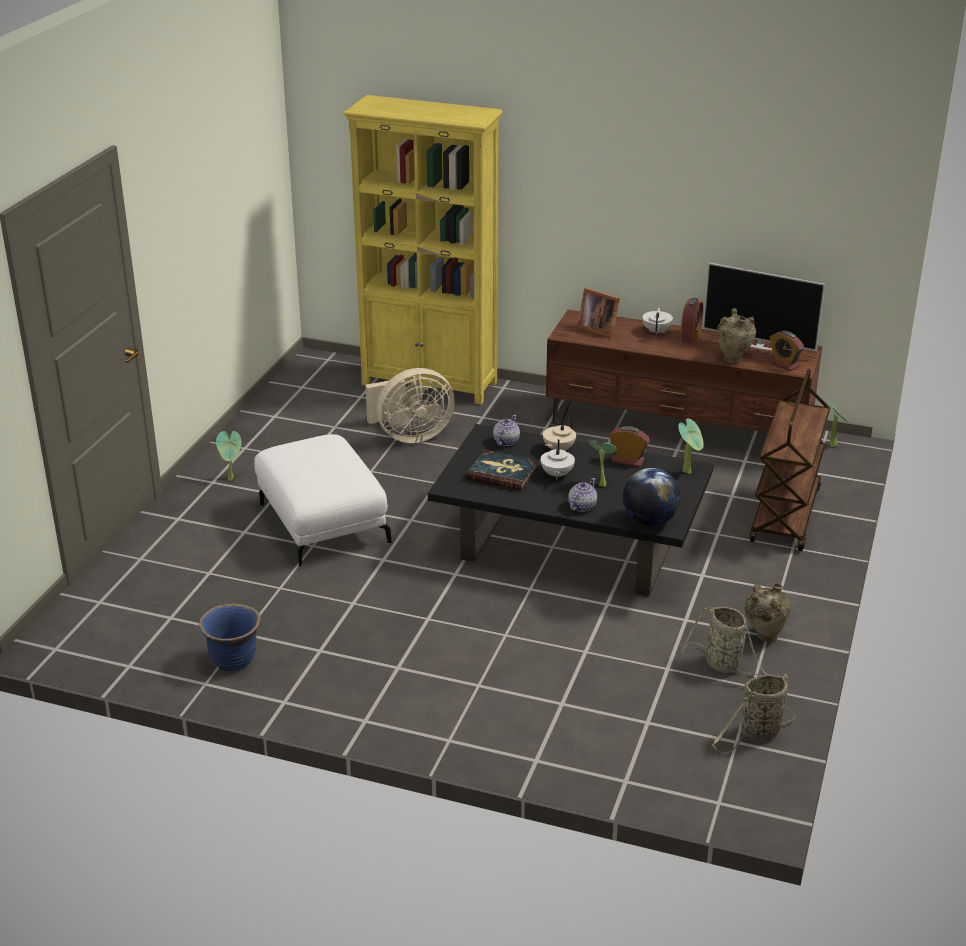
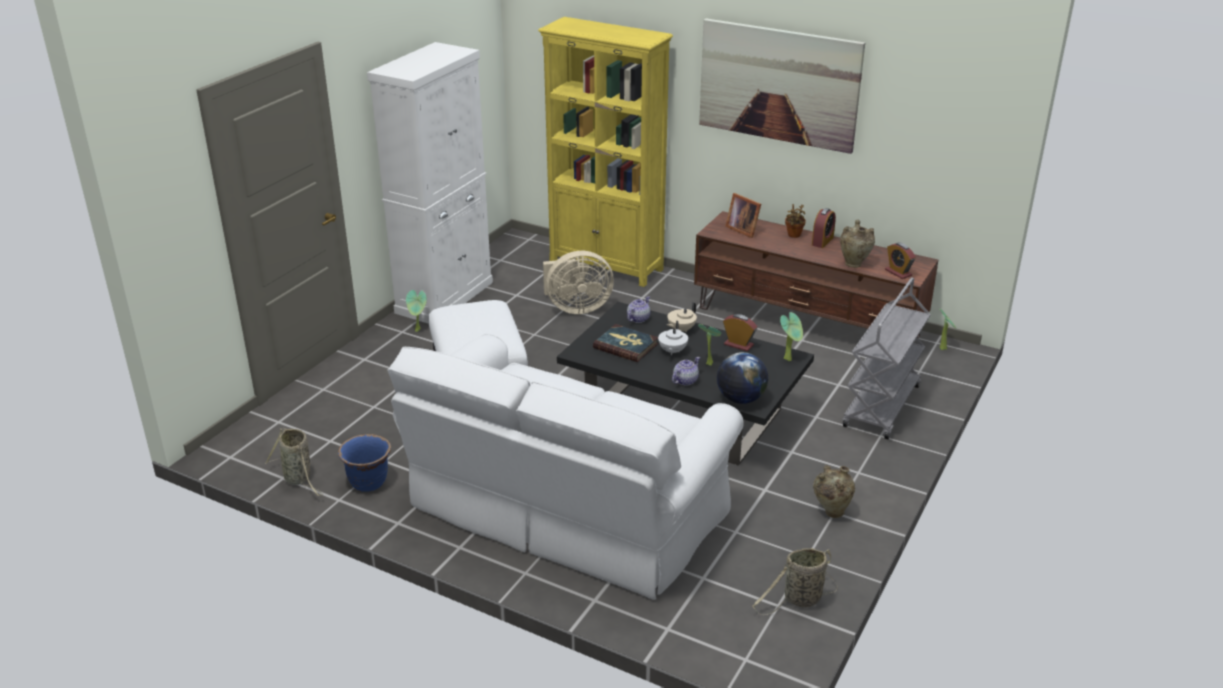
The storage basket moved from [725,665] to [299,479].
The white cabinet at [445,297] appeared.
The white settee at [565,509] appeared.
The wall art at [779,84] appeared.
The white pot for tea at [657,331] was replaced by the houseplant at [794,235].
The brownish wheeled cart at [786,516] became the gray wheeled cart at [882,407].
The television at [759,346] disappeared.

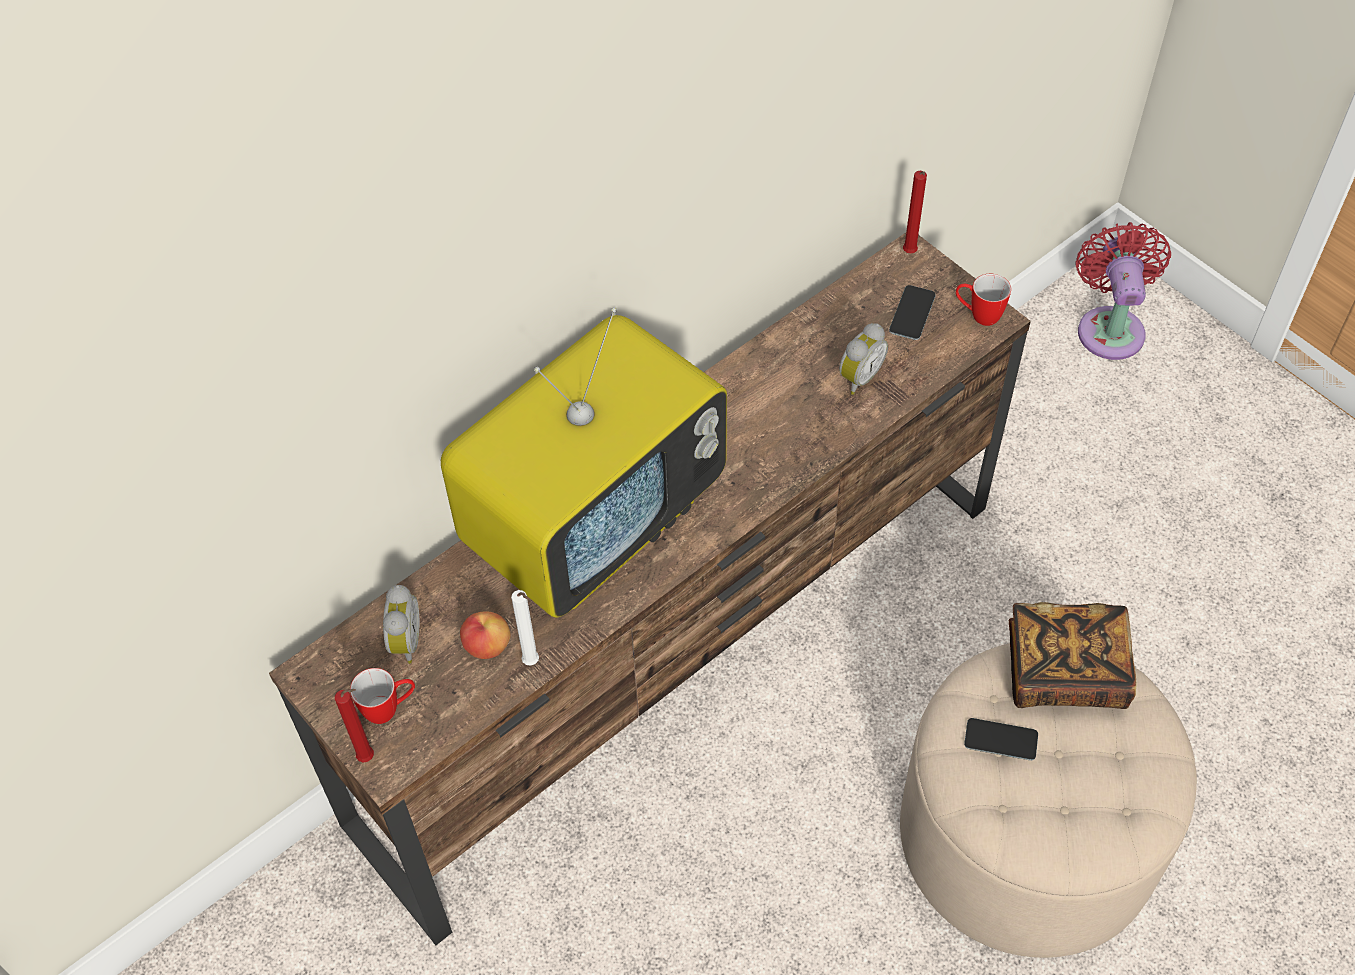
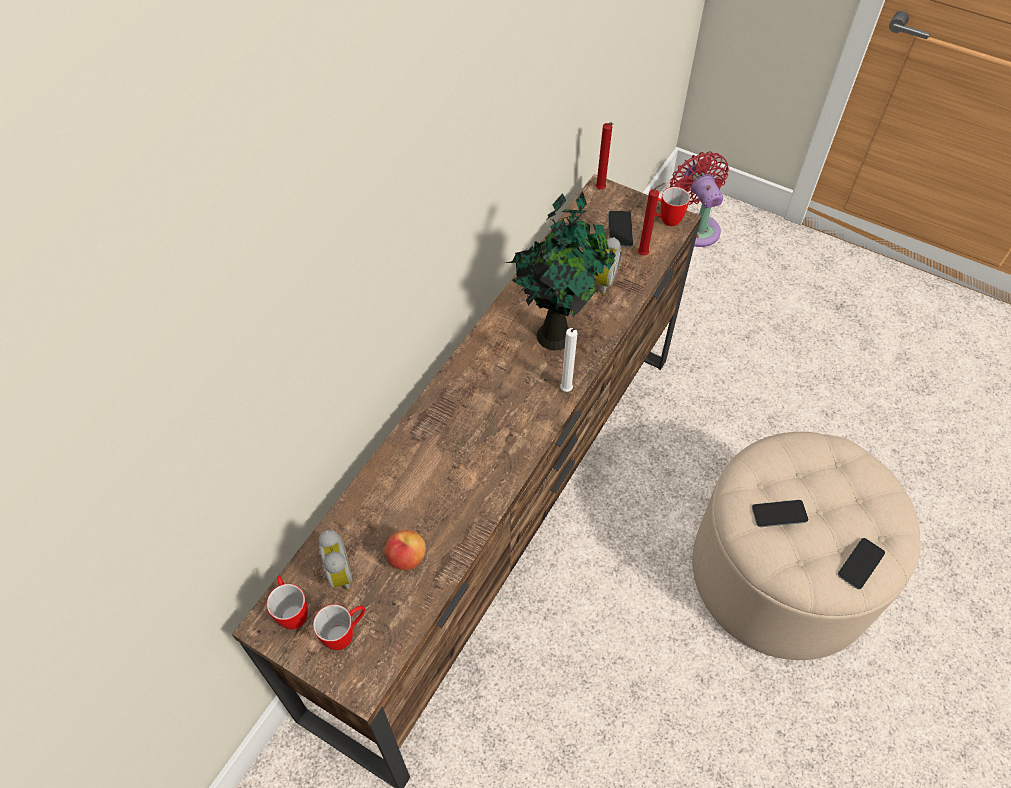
The tea mug at [292,611] appeared.
The houseplant at [556,333] appeared.
The white candle moved from [532,663] to [568,390].
The reddish candle moved from [369,758] to [644,254].
The phone at [861,563] appeared.
The television at [594,521] disappeared.
The book at [1065,671] disappeared.

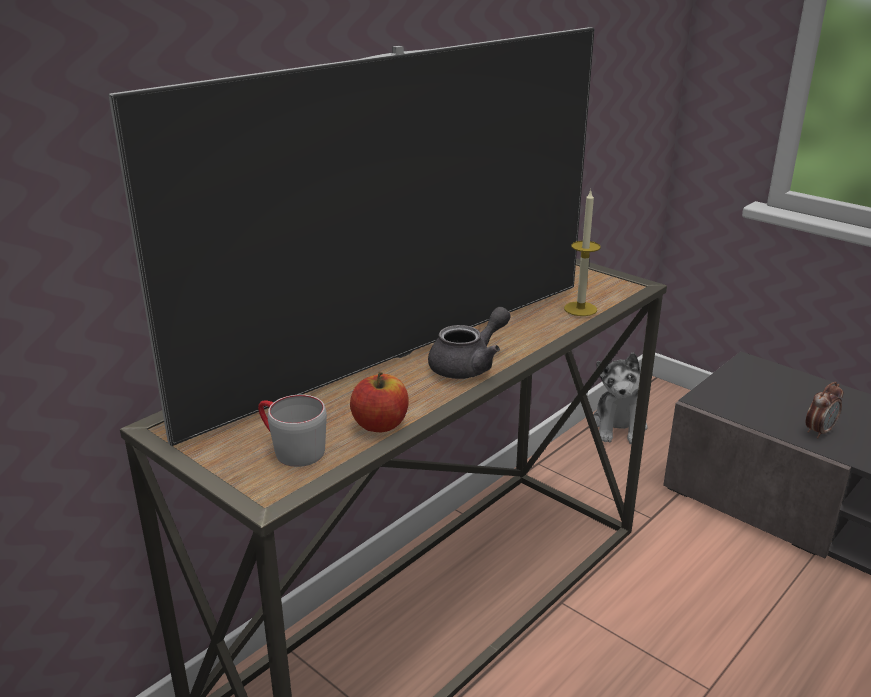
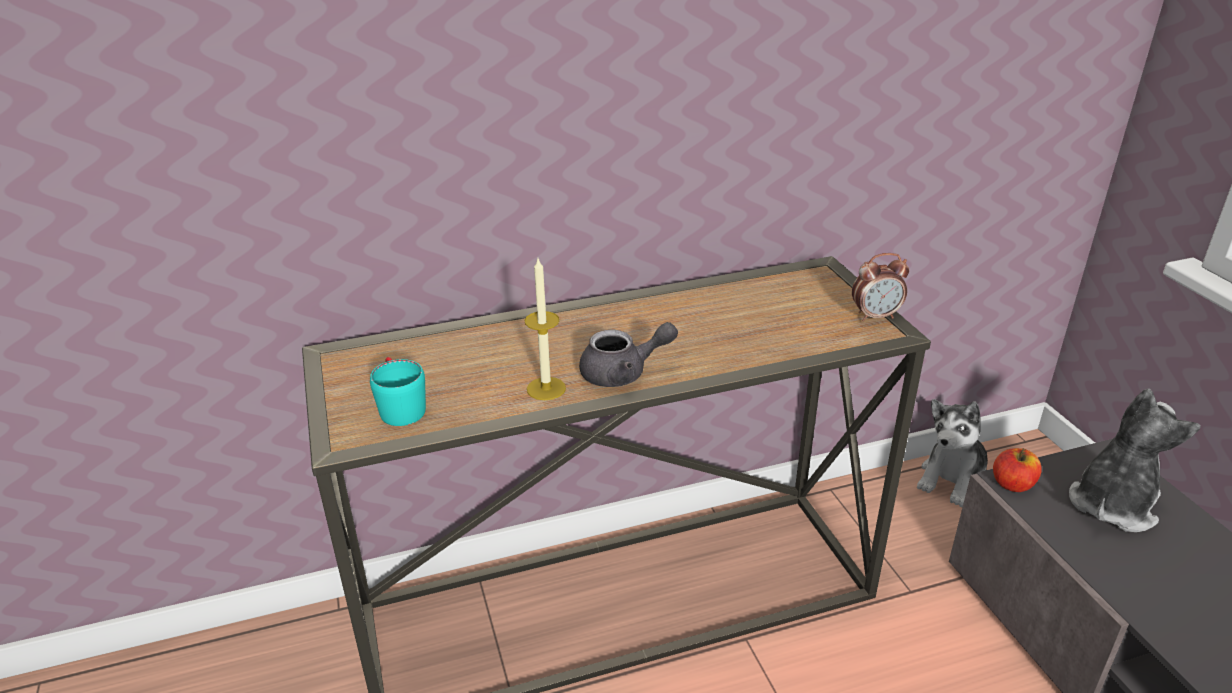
The gray tea mug at [290,449] became the blue-green tea mug at [399,406].
The candle moved from [580,309] to [546,388].
The bedside clock moved from [819,431] to [875,316].
The whole apple moved from [380,424] to [1012,484].
The soft toy at [1112,504] appeared.
The television at [401,354] disappeared.

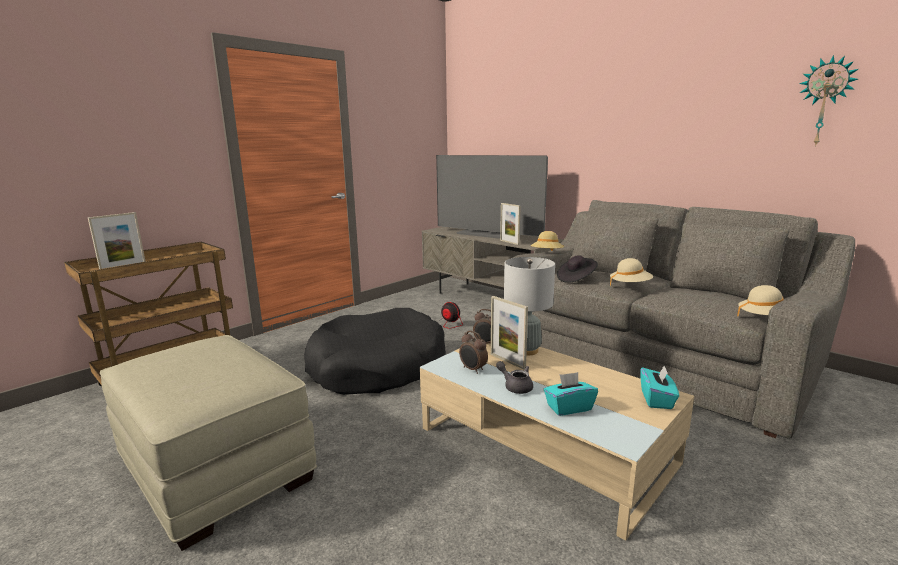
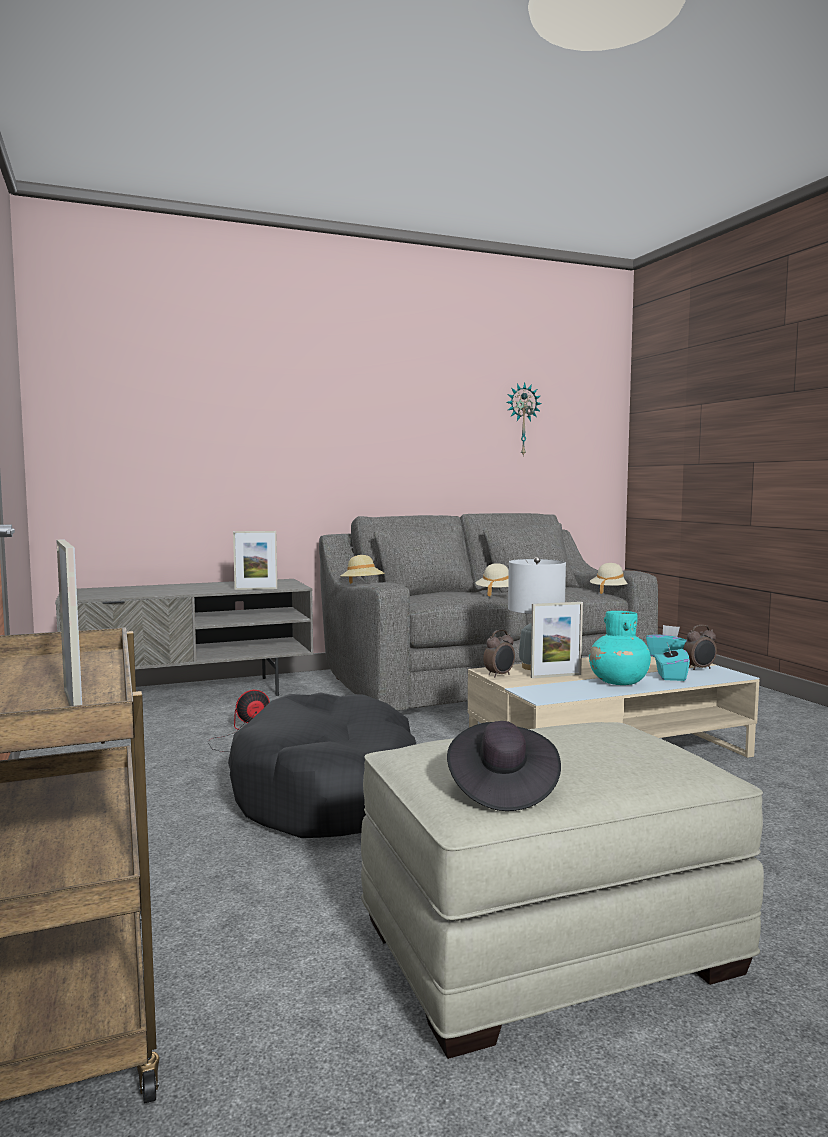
The black clothing hat moved from [576,279] to [501,789].
The gray pot for tea at [515,386] was replaced by the blue-green decorative vase at [618,682].
The bedside clock moved from [473,369] to [700,668].
The television at [489,234] disappeared.

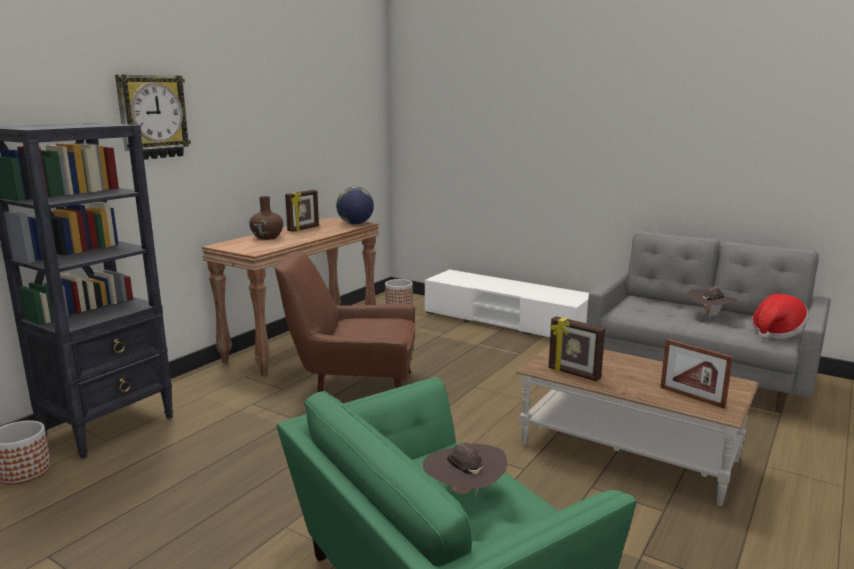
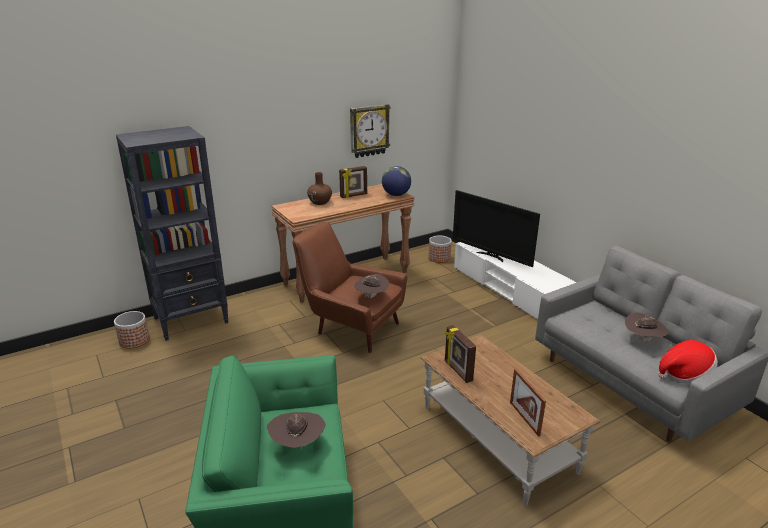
The hanging clock moved from [152,117] to [369,130].
The brownish clothing hat at [371,297] appeared.
The television at [491,256] appeared.

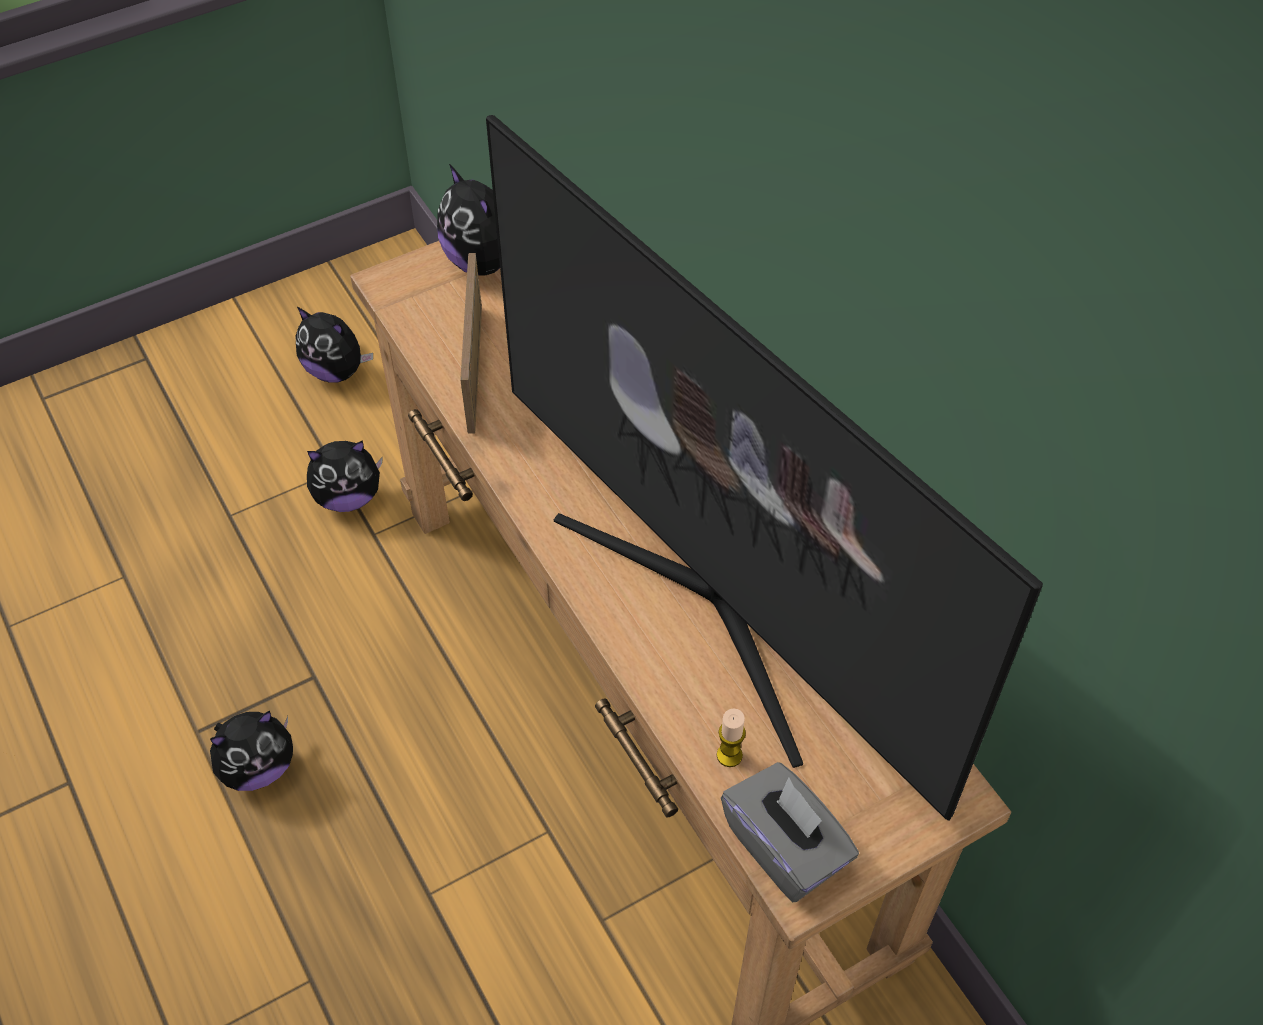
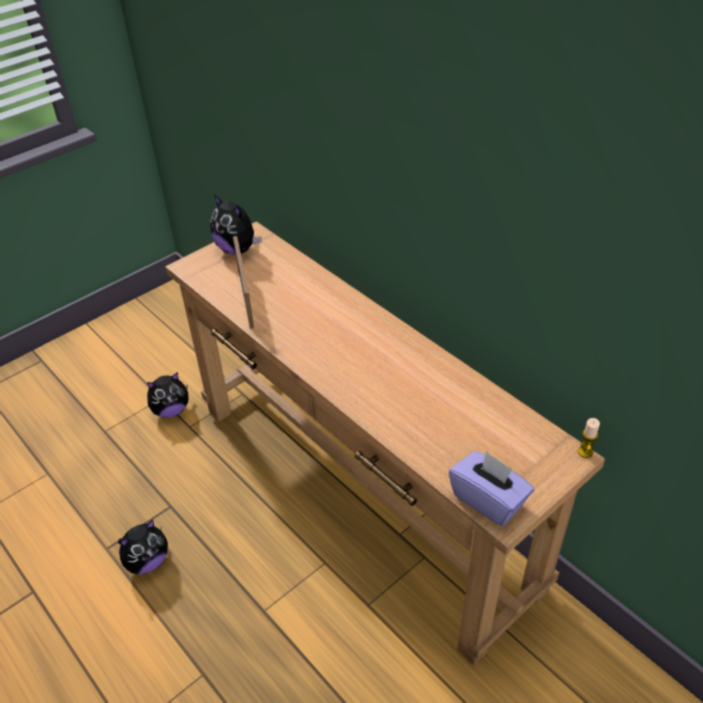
The gray tissue box at [785,848] became the purple tissue box at [488,500].
The candle moved from [729,755] to [585,452].
The soft toy at [336,370] disappeared.
The television at [714,602] disappeared.

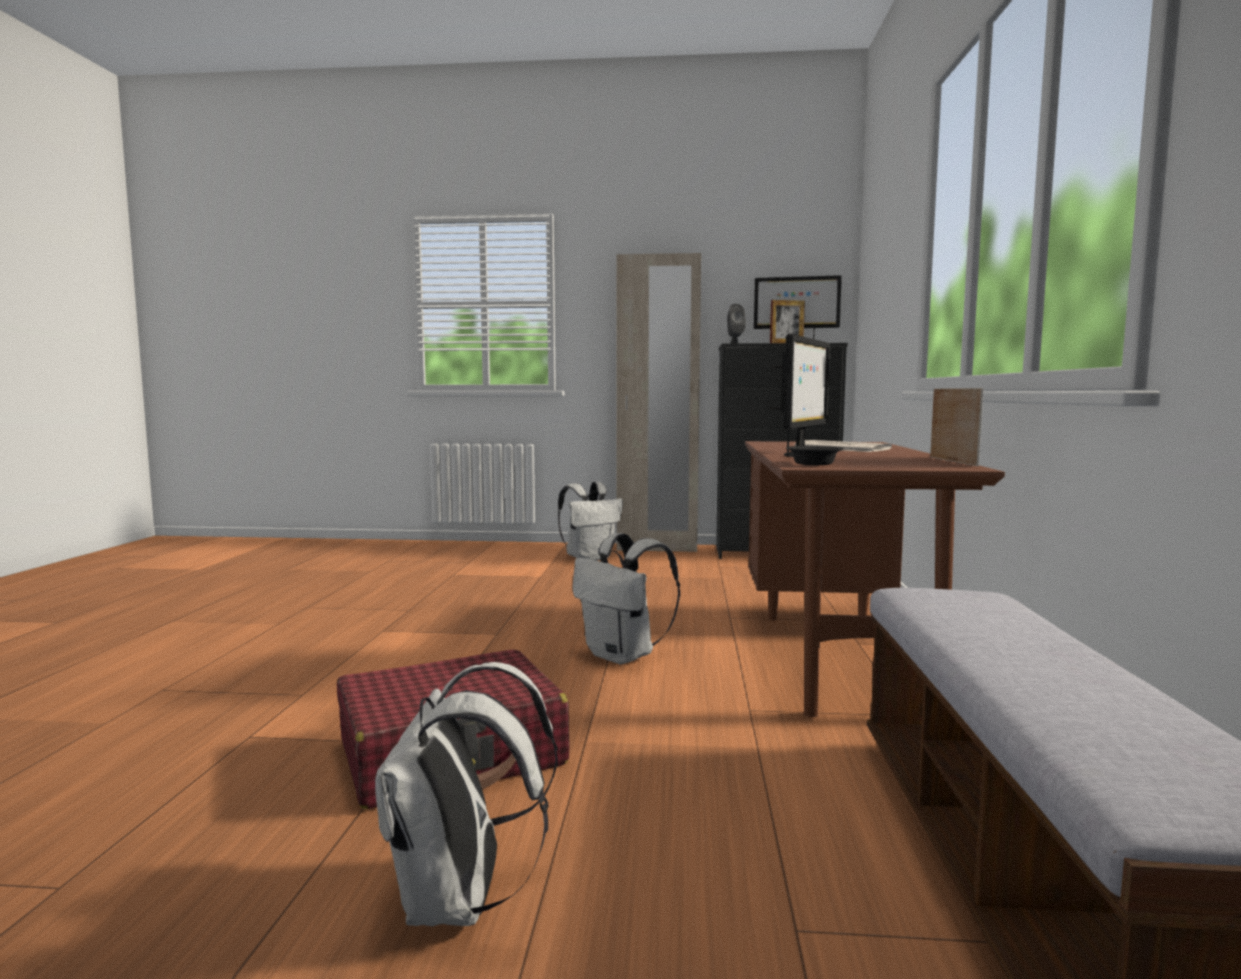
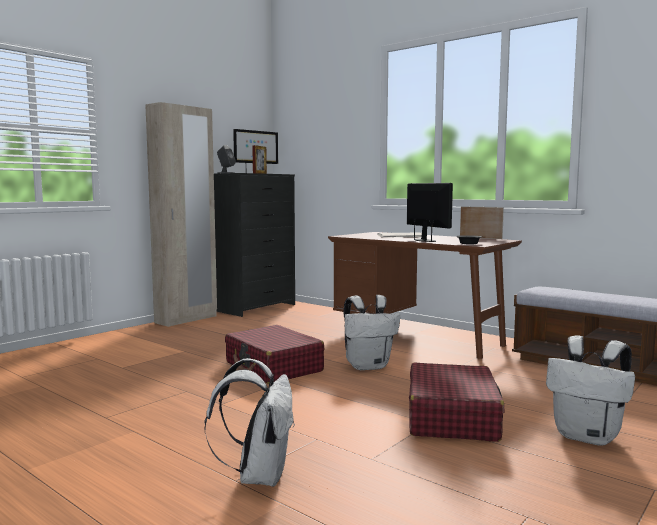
The white backpack moved from [589,558] to [259,475].
The reddish piece of luggage at [273,367] appeared.

